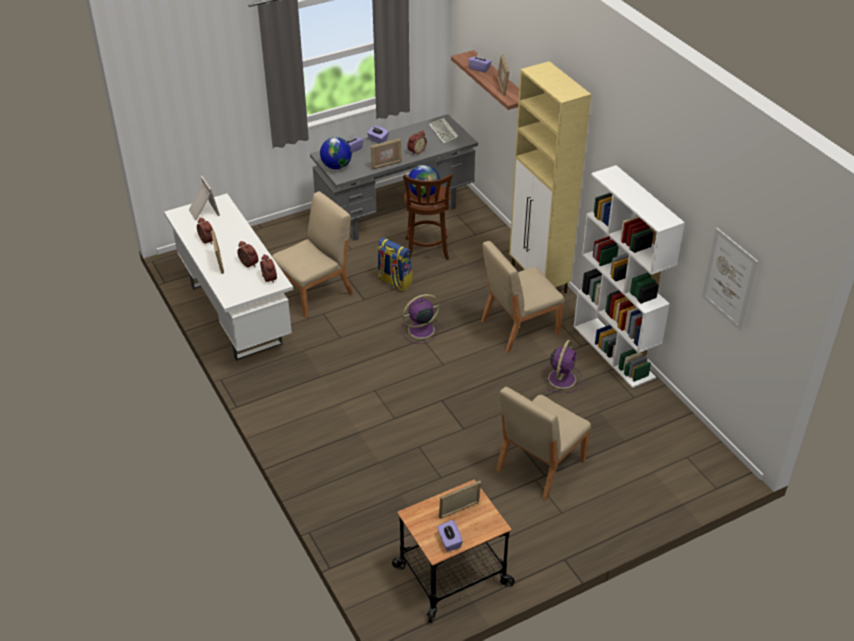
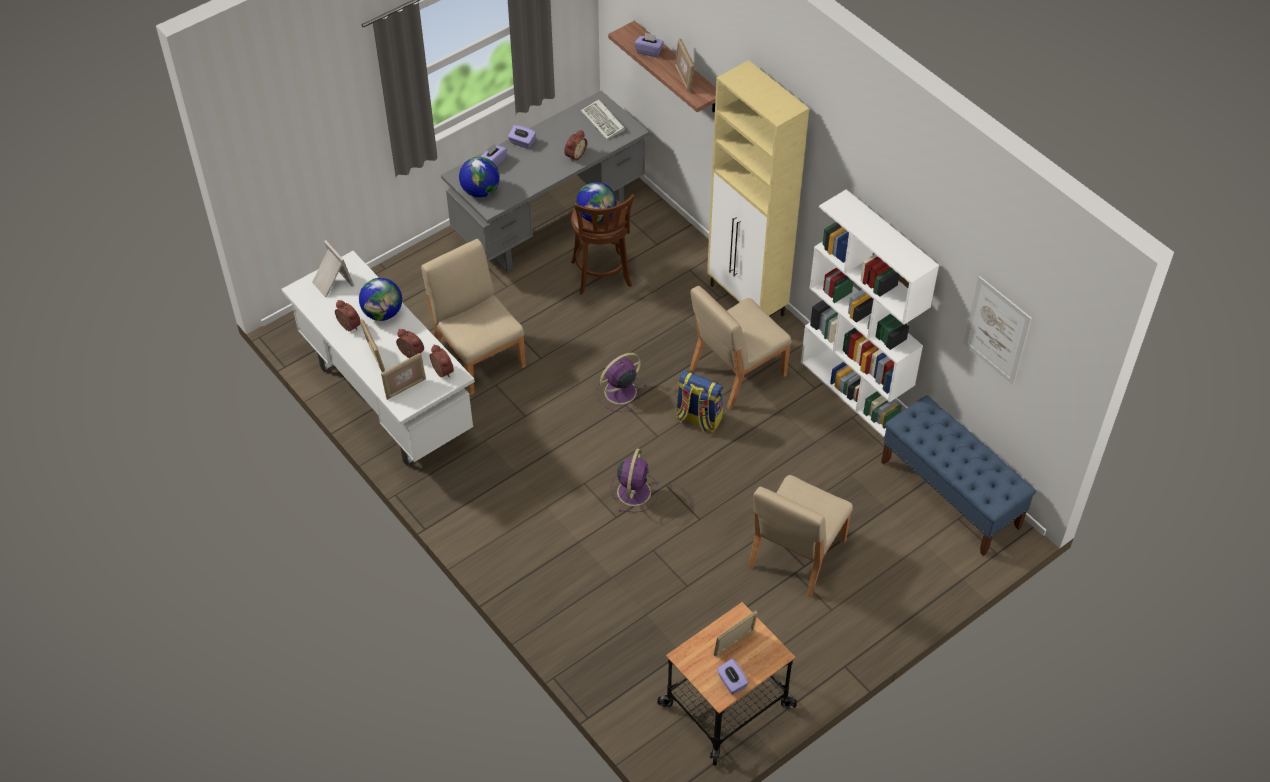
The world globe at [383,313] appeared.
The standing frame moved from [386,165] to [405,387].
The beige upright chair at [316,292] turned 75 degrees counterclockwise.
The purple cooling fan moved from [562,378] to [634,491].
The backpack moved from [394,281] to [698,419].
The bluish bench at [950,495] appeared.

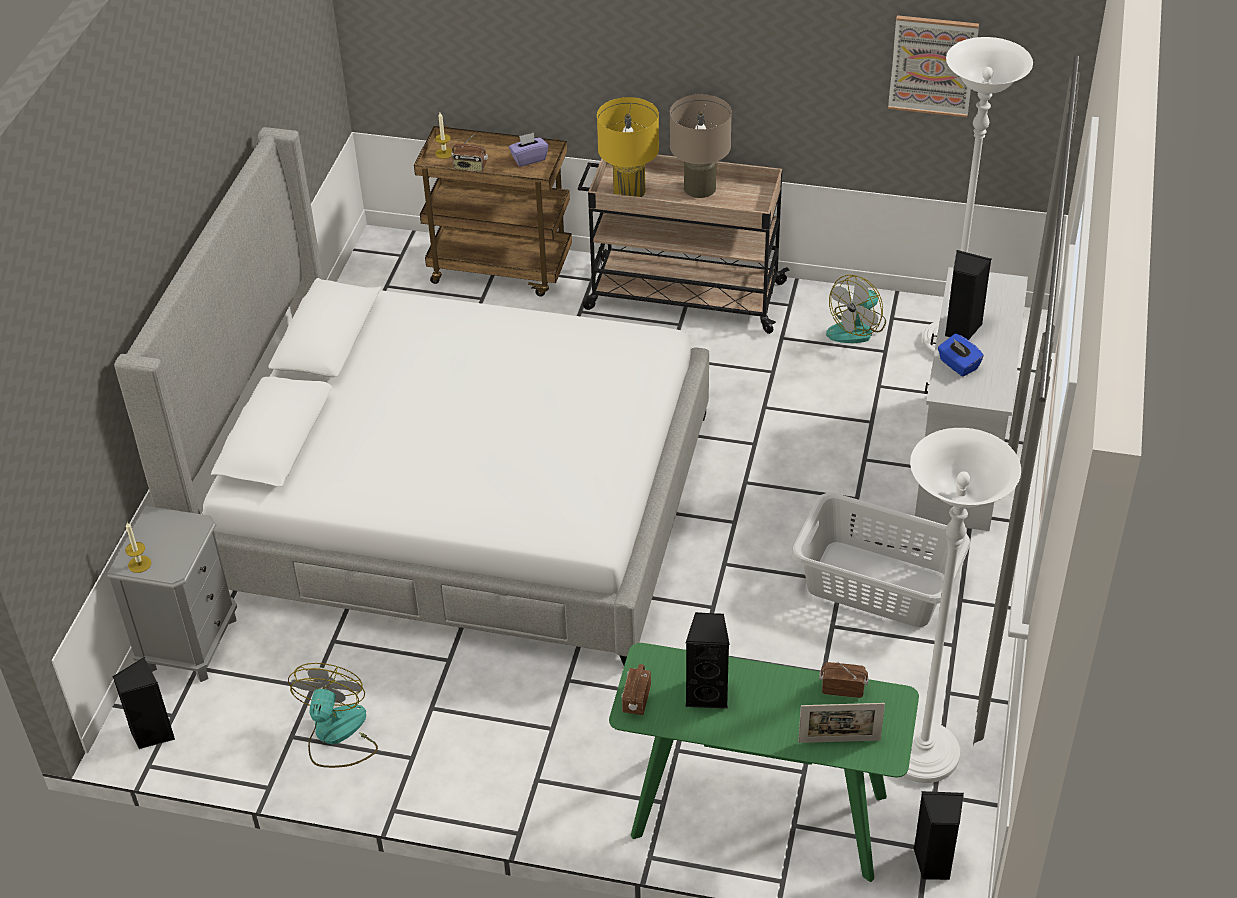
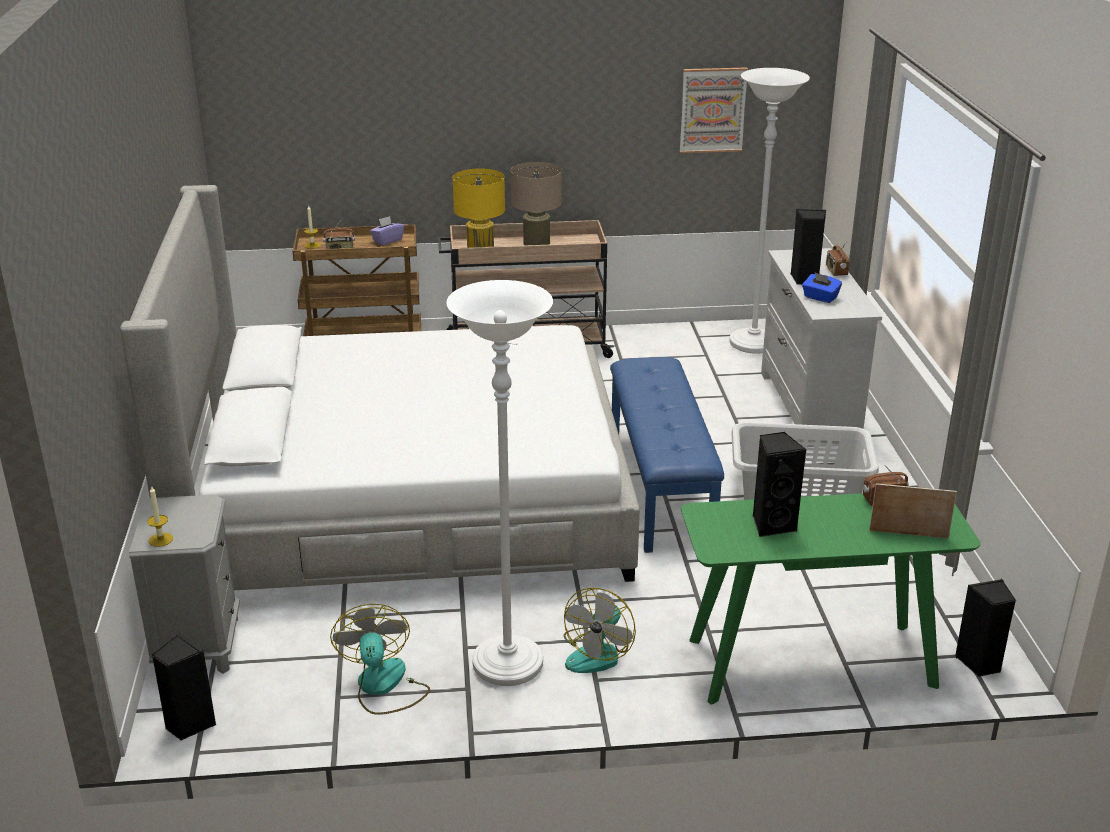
The white standard lamp moved from [922,754] to [508,664].
The cooling fan moved from [857,328] to [598,652].
The bluish bench at [658,486] appeared.
The radio moved from [636,700] to [836,271].
The standing frame at [839,741] turned 150 degrees counterclockwise.

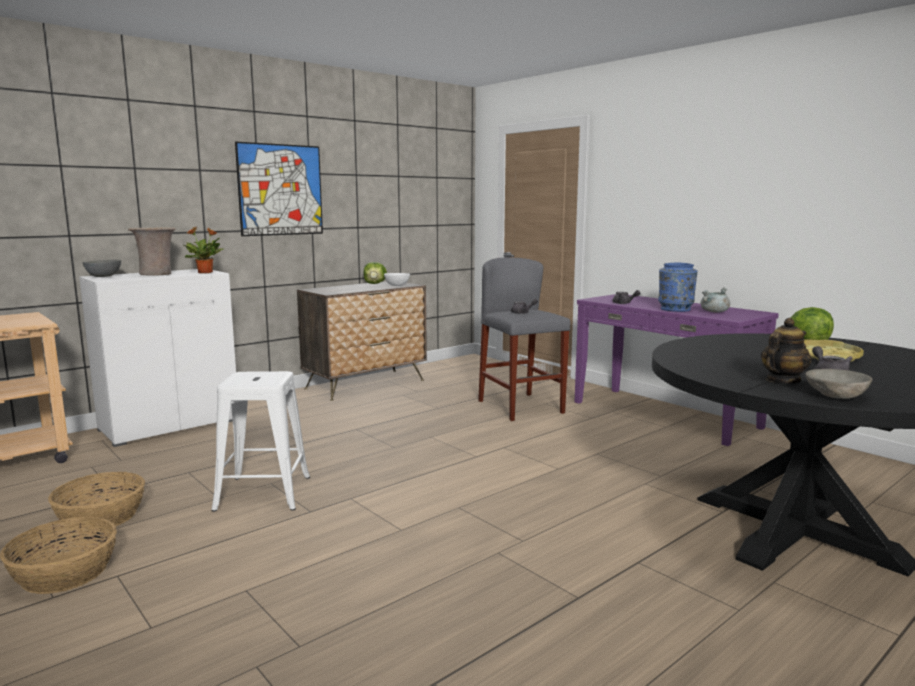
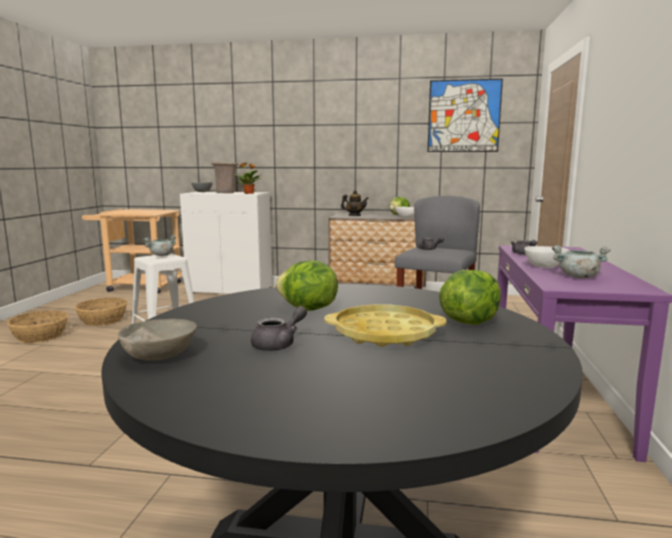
The gray stockpot at [161,255] appeared.
The lettuce at [307,309] appeared.
The pot for tea moved from [782,381] to [354,216].
The wall art moved from [280,190] to [464,116].
The bluish decorative vase at [675,309] was replaced by the white serving bowl at [545,267].

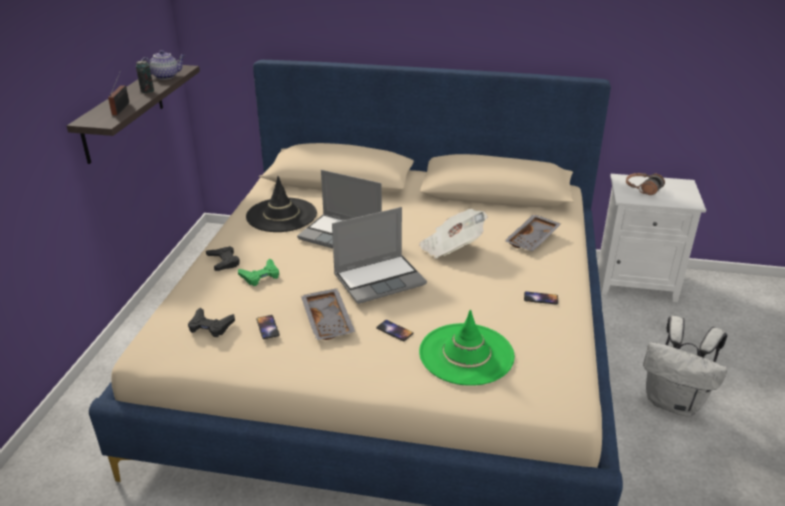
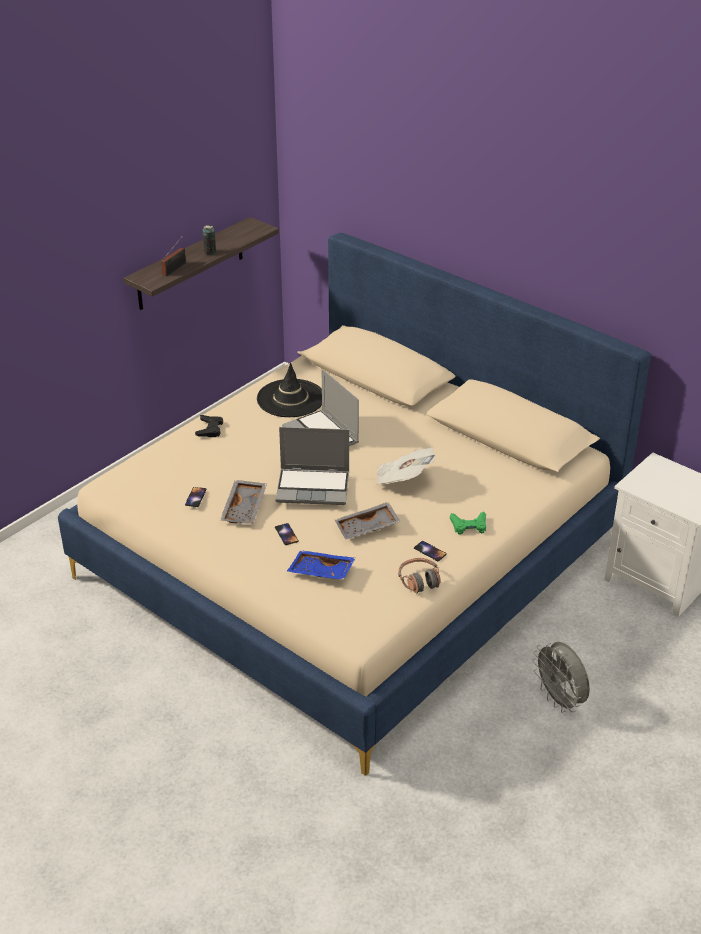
The green clothing hat at [466,354] was replaced by the bluish carrying tray at [321,572].
The gray carrying tray moved from [533,240] to [367,528].
The headphones moved from [642,189] to [419,580].
The green gamepad moved from [260,276] to [469,526].
The white backpack at [674,402] was replaced by the gray cooling fan at [560,700].
The pot for tea at [166,76] disappeared.
The black gamepad at [210,326] disappeared.

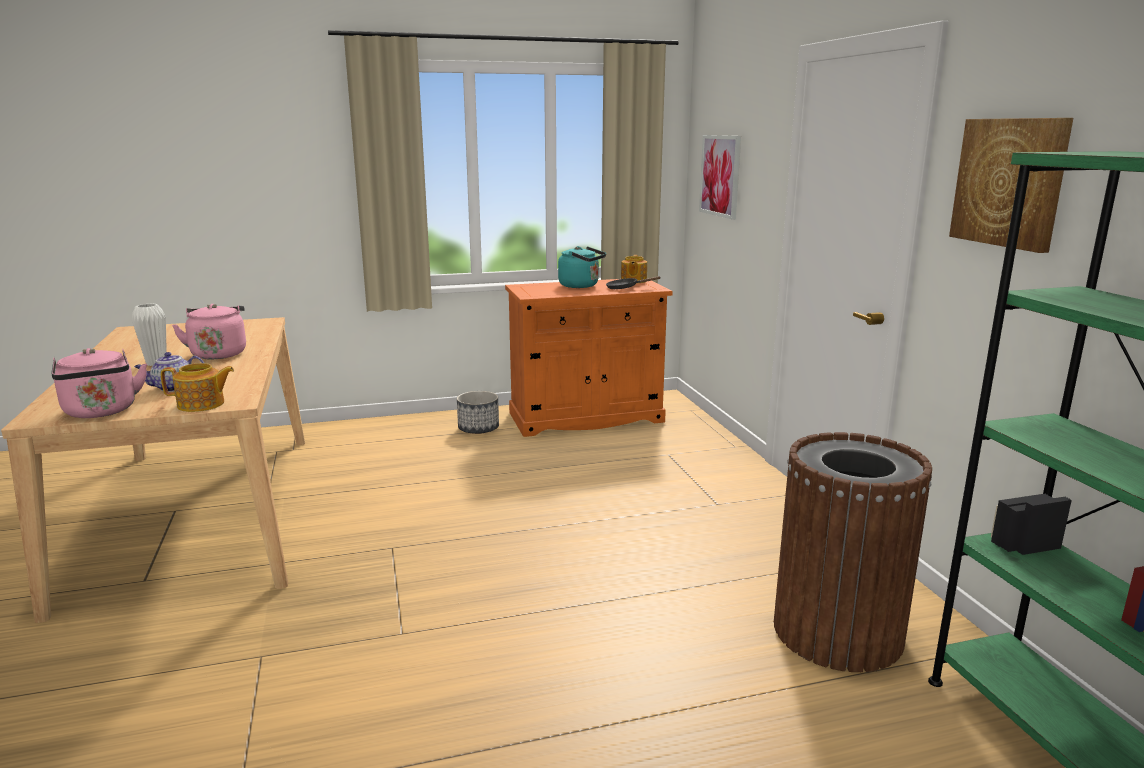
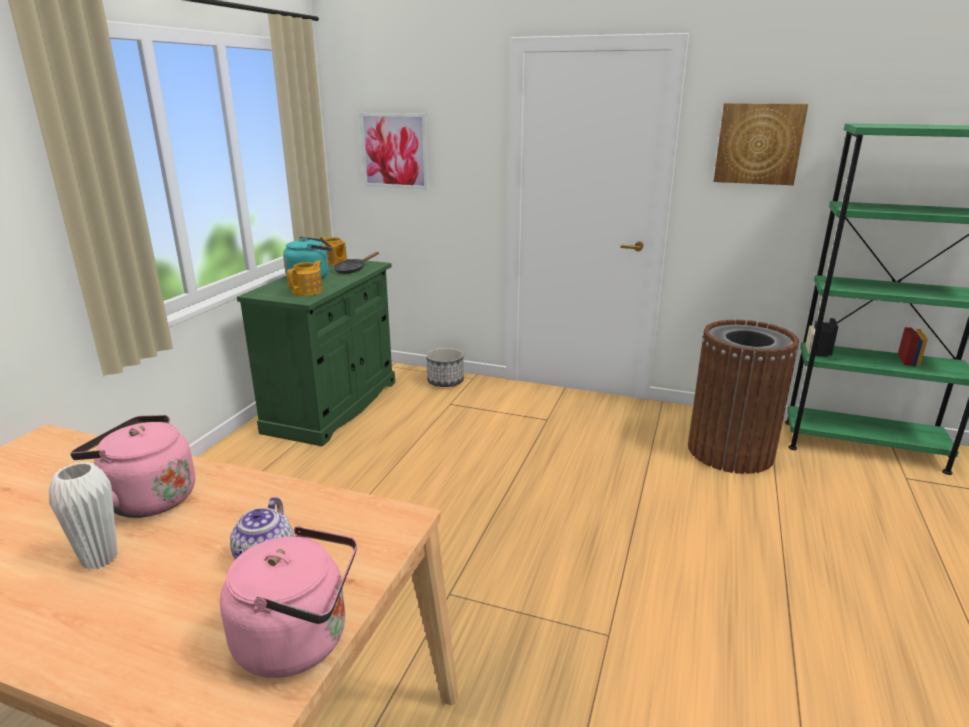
The orangey cabinet at [586,417] became the green cabinet at [333,406].
The pot for tea moved from [202,404] to [308,291].
The plant pot moved from [479,428] to [445,381].

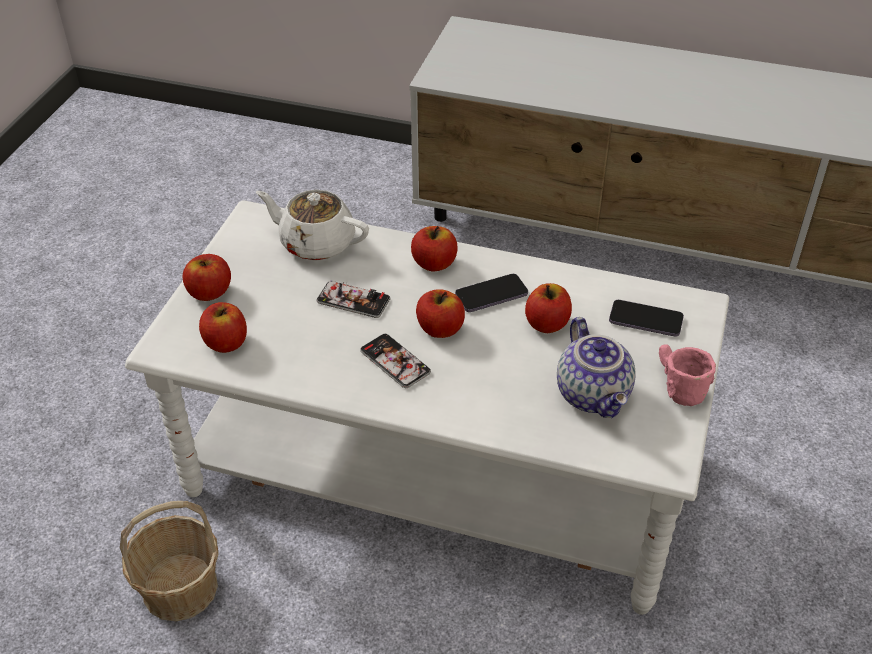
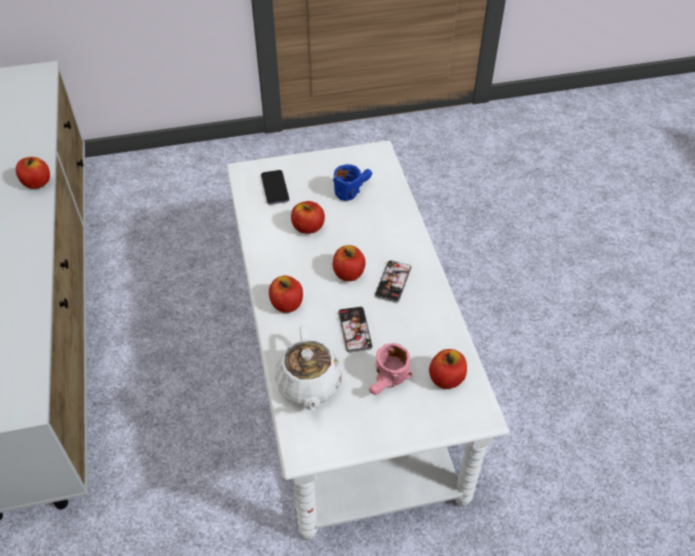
The whole apple moved from [209,292] to [37,183].
The pot for tea at [595,395] was replaced by the bluish tea mug at [352,190].
The pinkish tea mug moved from [675,386] to [388,384].
The storage basket at [179,588] disappeared.
The phone at [491,295] disappeared.

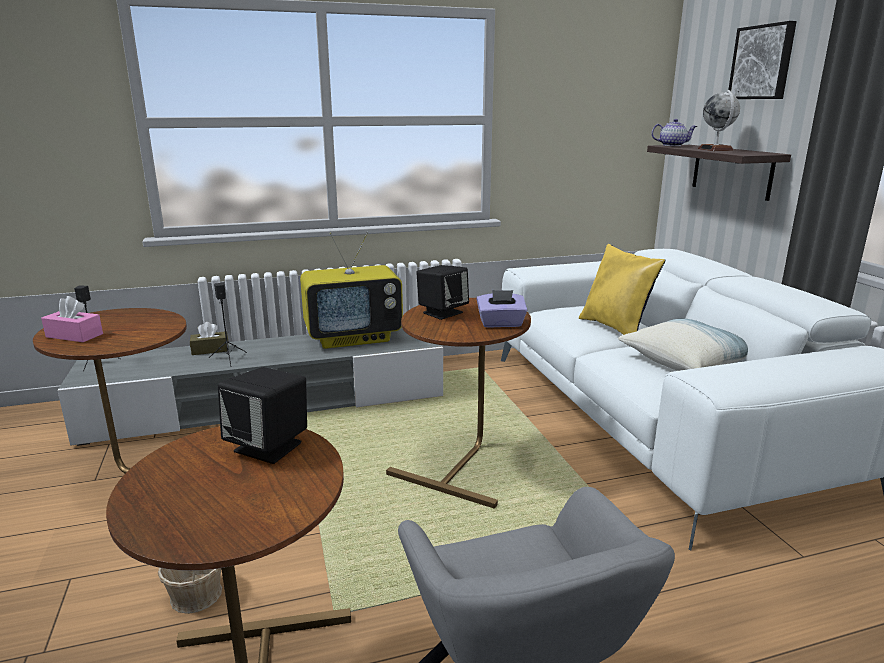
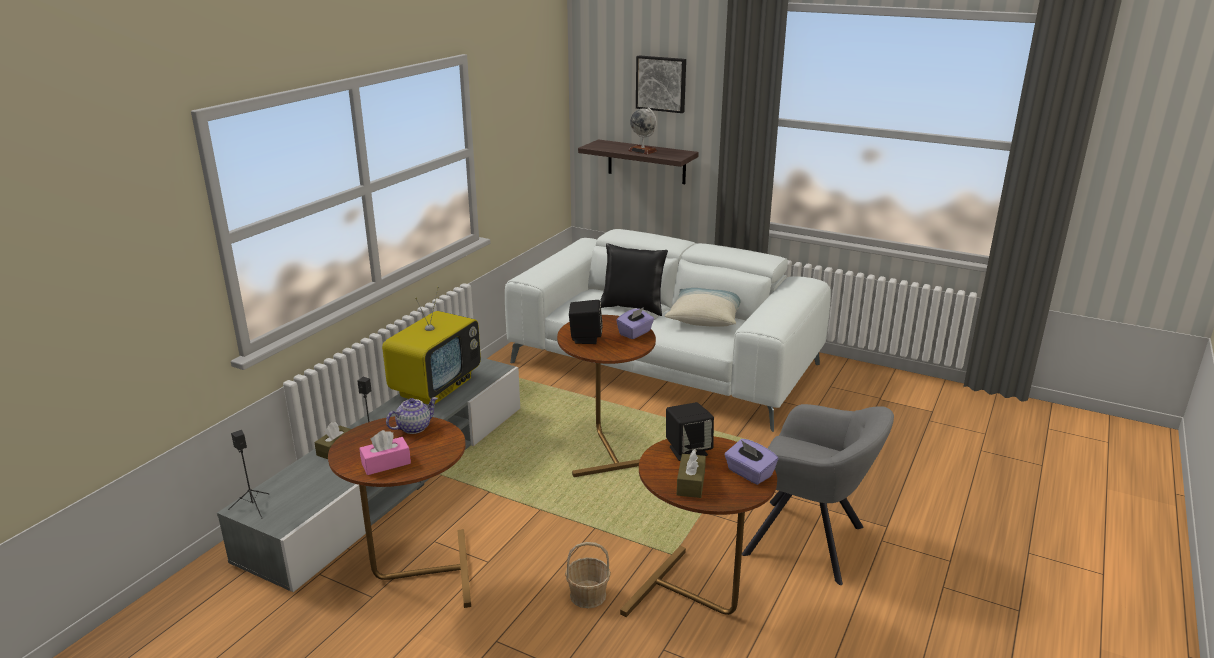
The pot for tea moved from [672,145] to [414,427].
The yellow-coloured pillow at [616,329] became the black pillow at [633,307].
The brownish tissue box at [690,483] appeared.
The purple tissue box at [749,473] appeared.

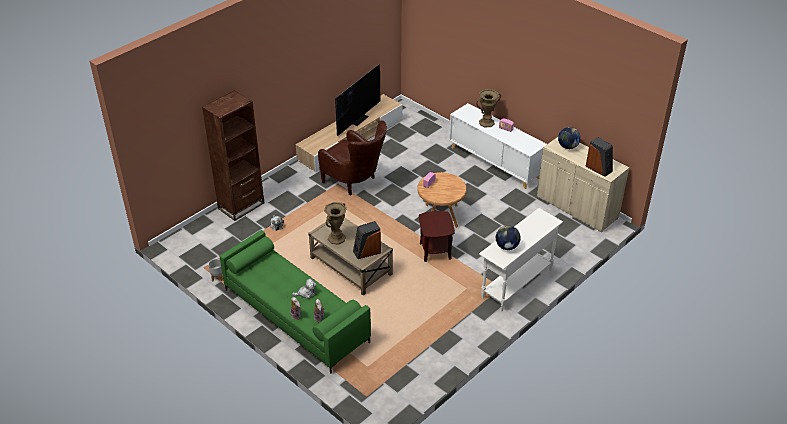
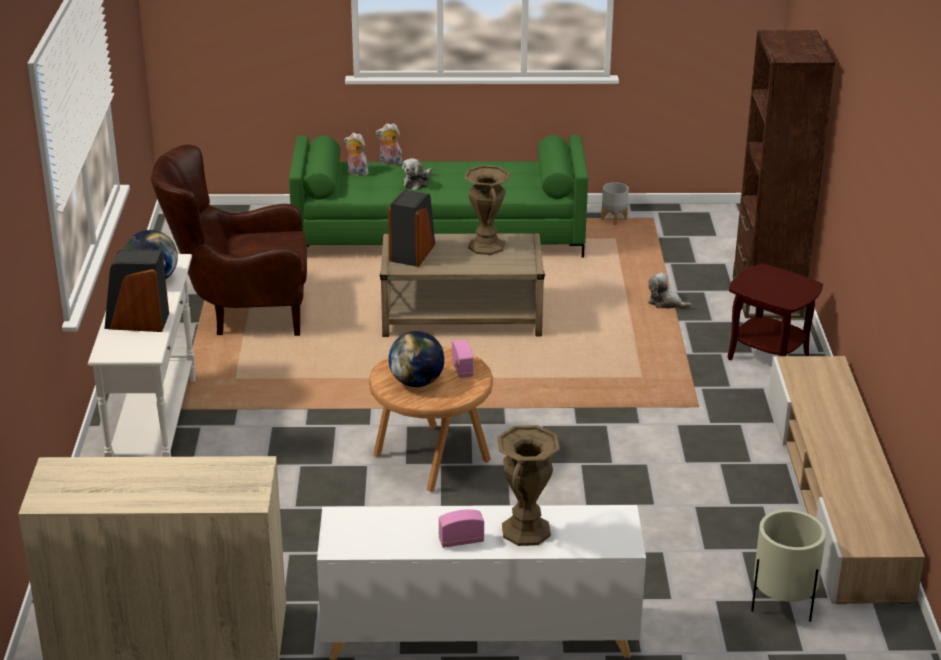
The audio speaker moved from [599,168] to [137,322].
The brownish lounge chair moved from [355,183] to [241,313].
The world globe moved from [567,146] to [416,382].
The brownish accent table moved from [435,251] to [768,356].
The beige plant pot at [782,605] appeared.
The television at [358,119] disappeared.

